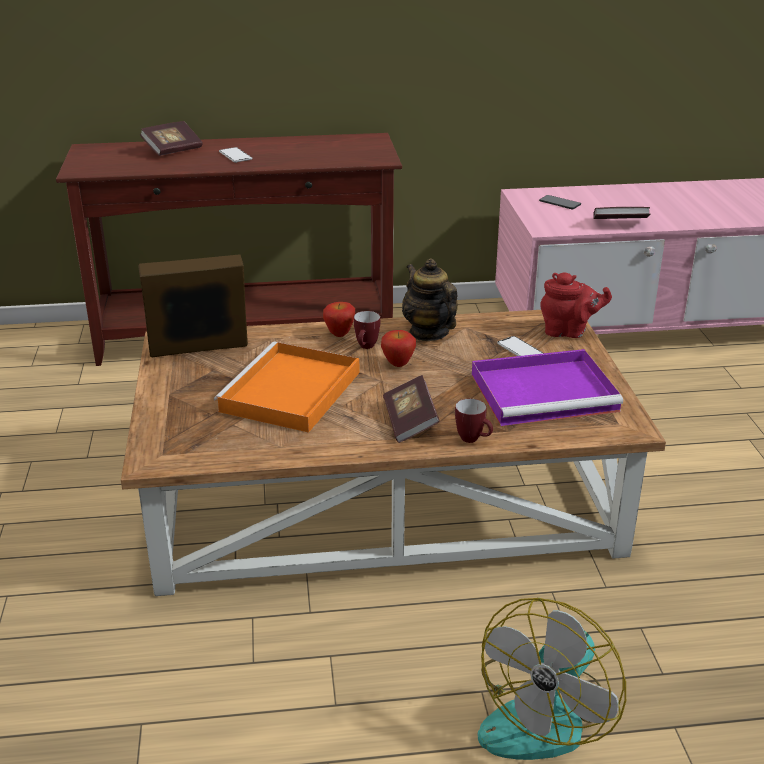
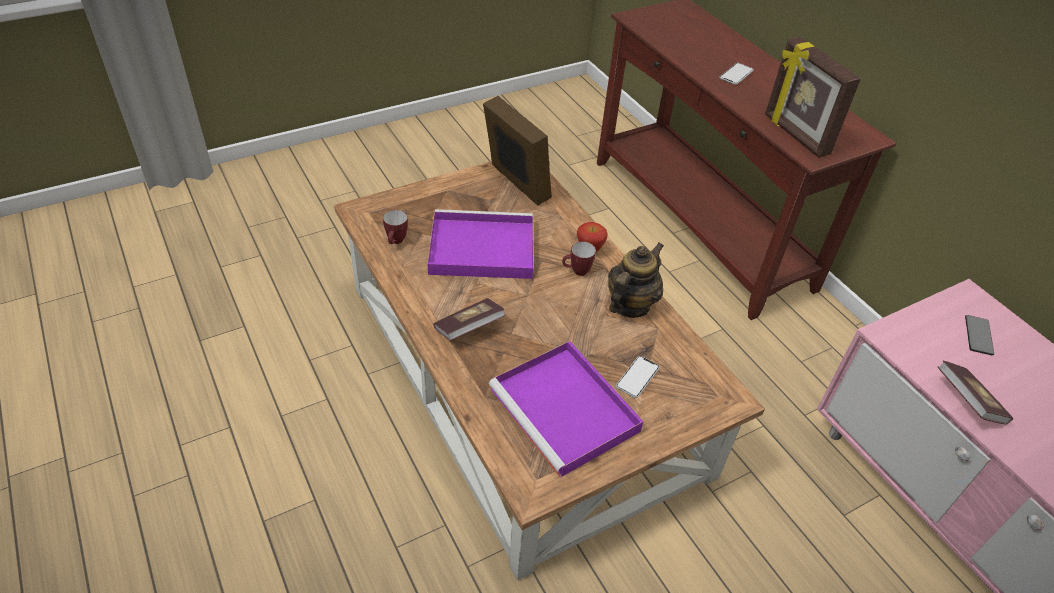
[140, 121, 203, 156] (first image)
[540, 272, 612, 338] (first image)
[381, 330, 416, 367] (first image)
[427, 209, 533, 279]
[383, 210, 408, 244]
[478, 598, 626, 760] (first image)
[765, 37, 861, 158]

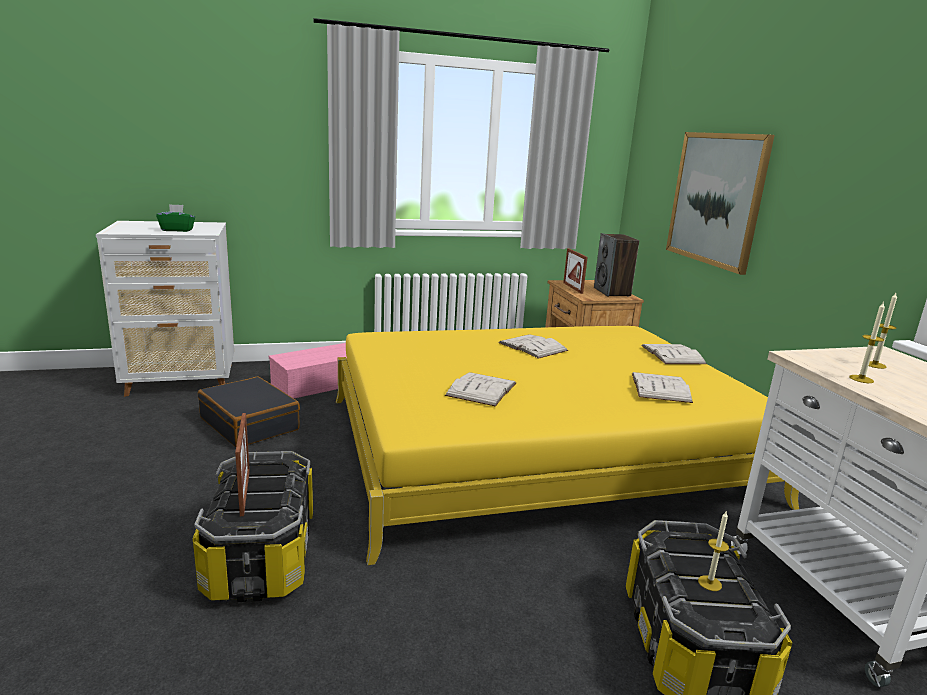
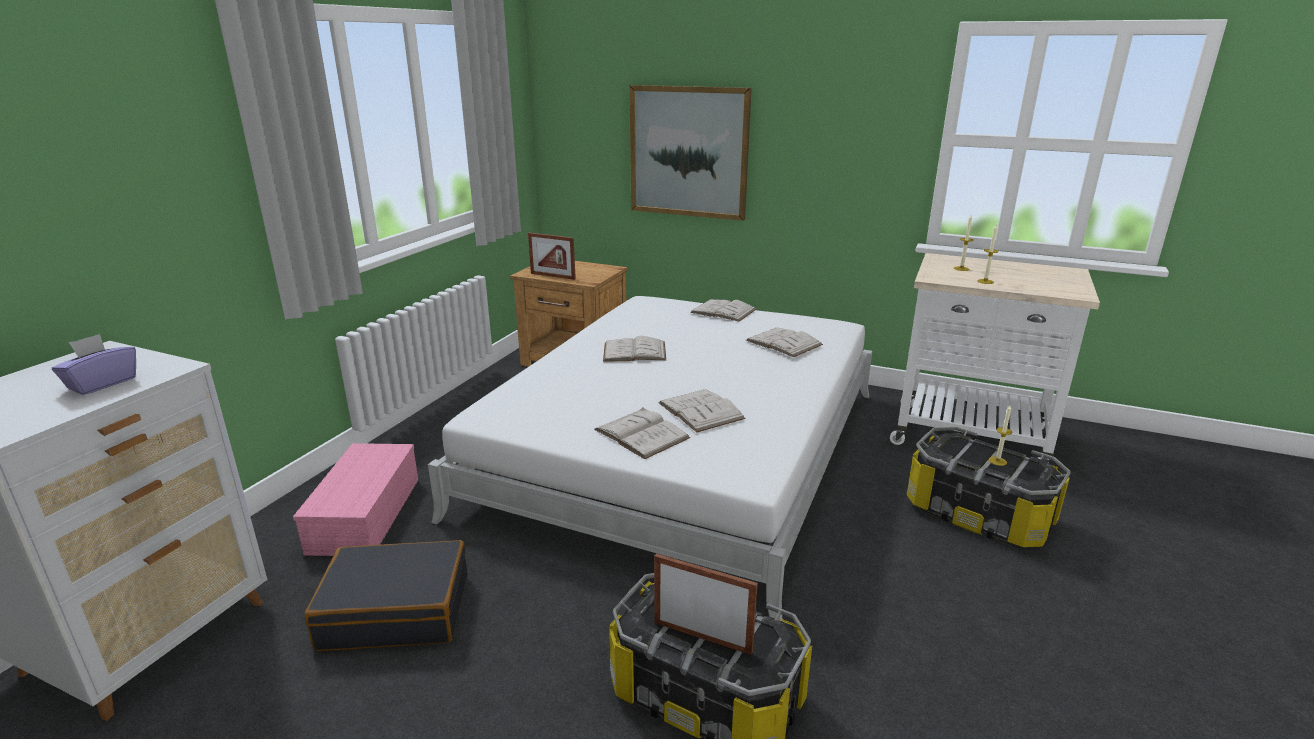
[52, 334, 136, 395]
[594, 233, 639, 296] (first image)
[428, 296, 872, 621]
[594, 407, 690, 459]

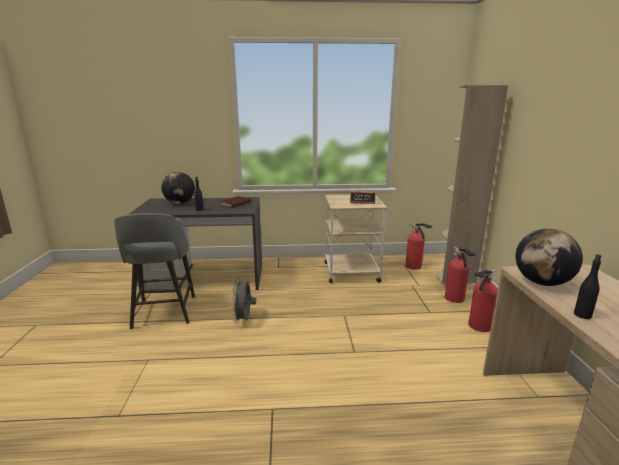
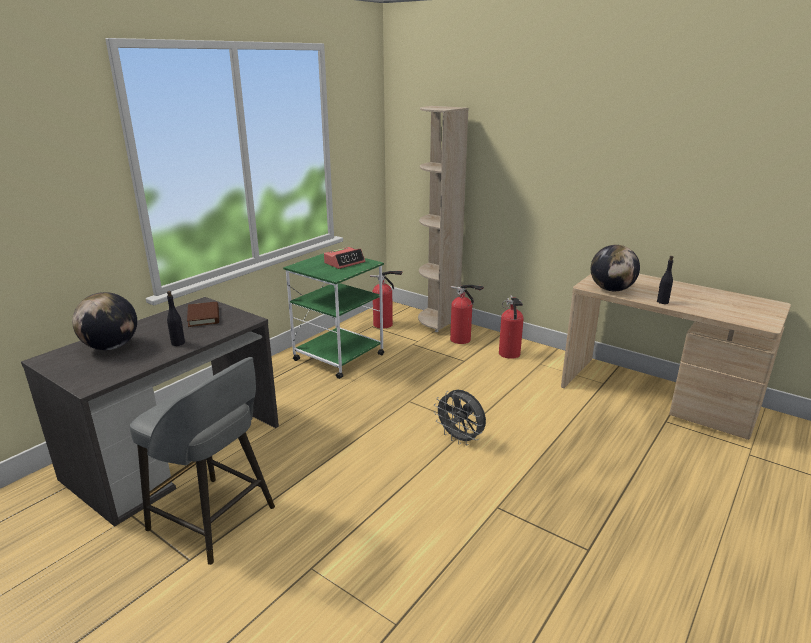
[283, 250, 384, 379]
[434, 390, 486, 446]

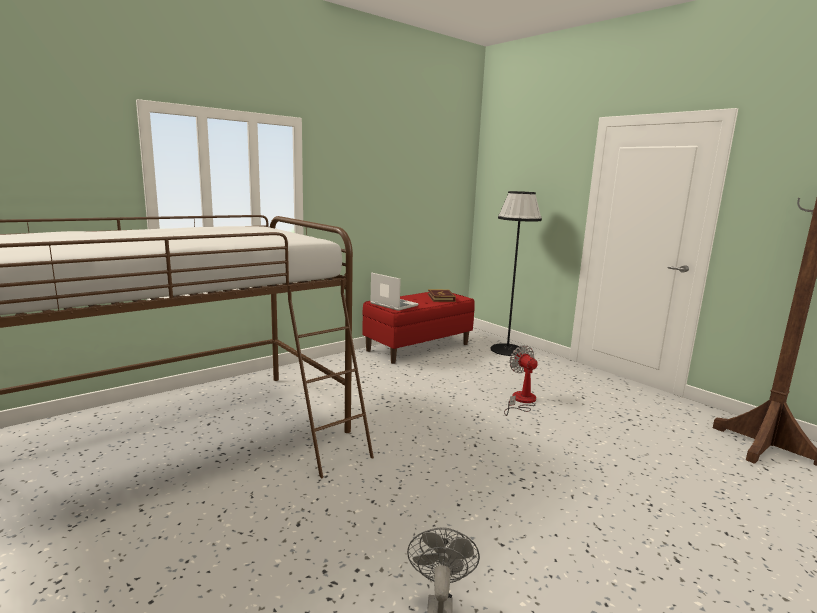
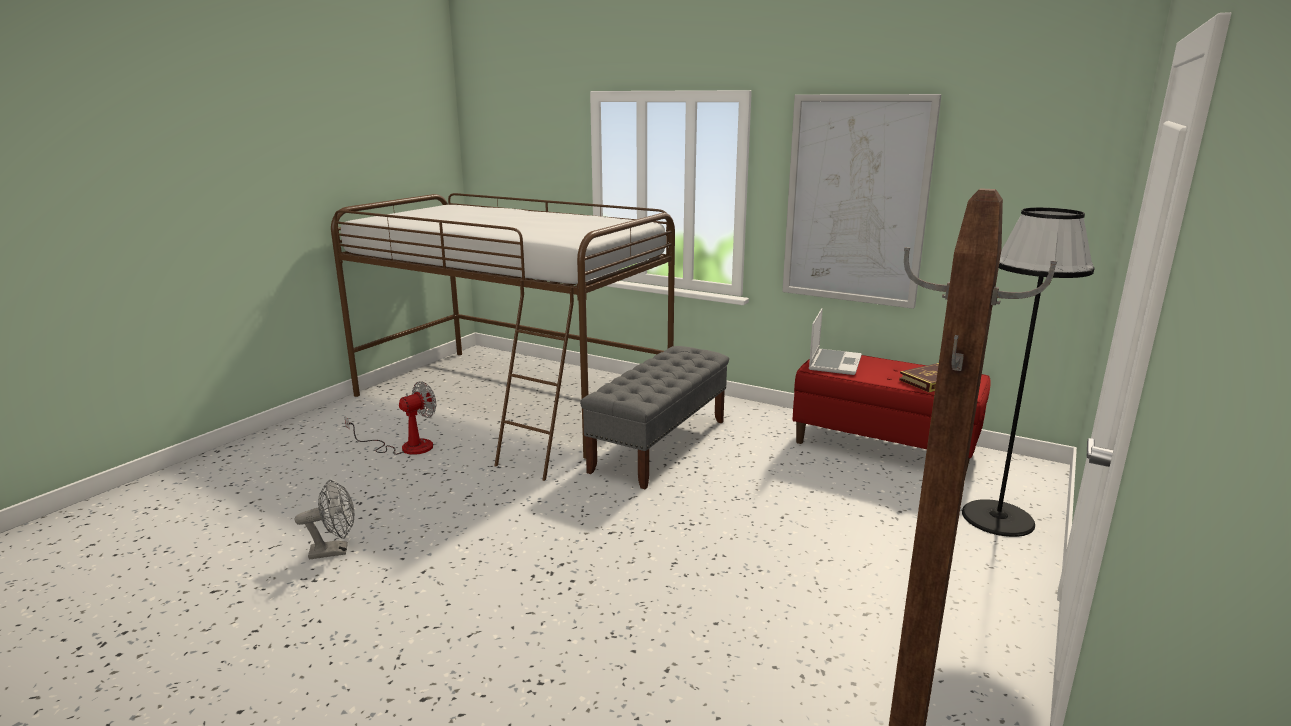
[344, 381, 436, 455]
[782, 94, 941, 309]
[580, 346, 729, 489]

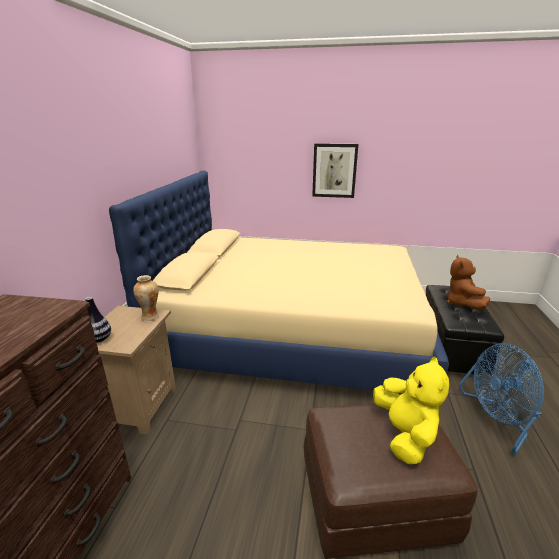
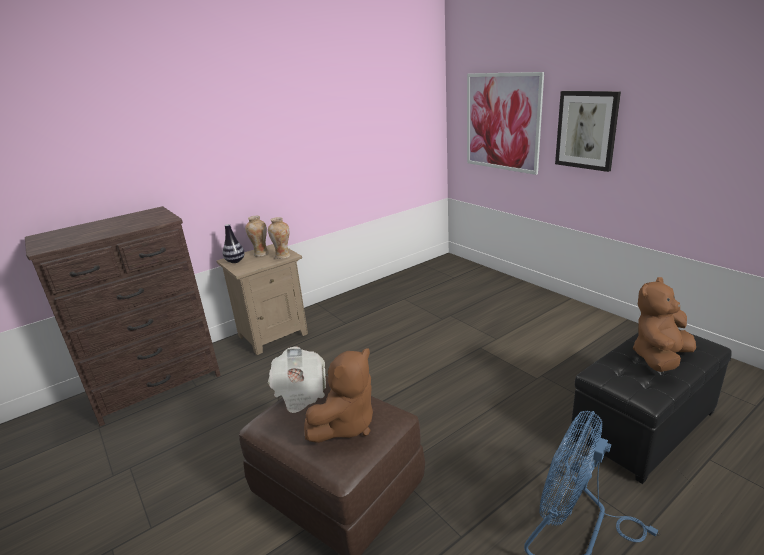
[109, 171, 449, 394] (first image)
[304, 348, 373, 443]
[467, 72, 544, 175]
[245, 216, 269, 257]
[268, 346, 326, 413]

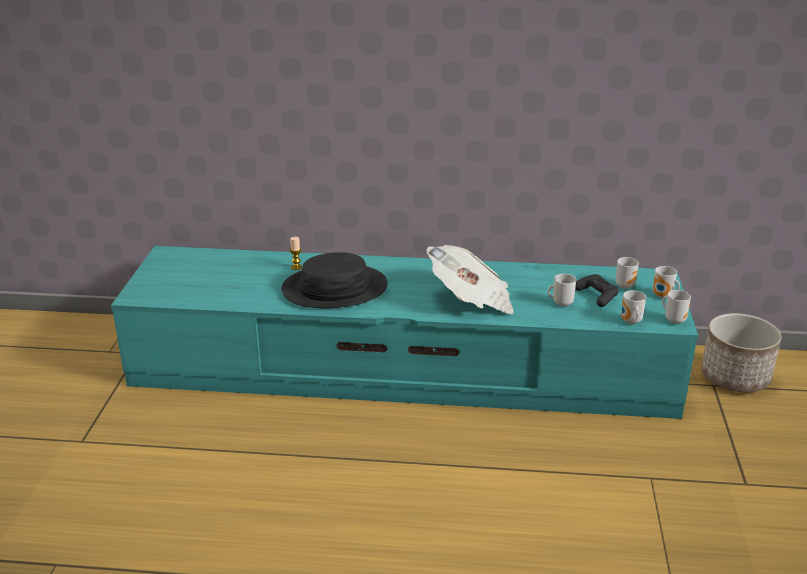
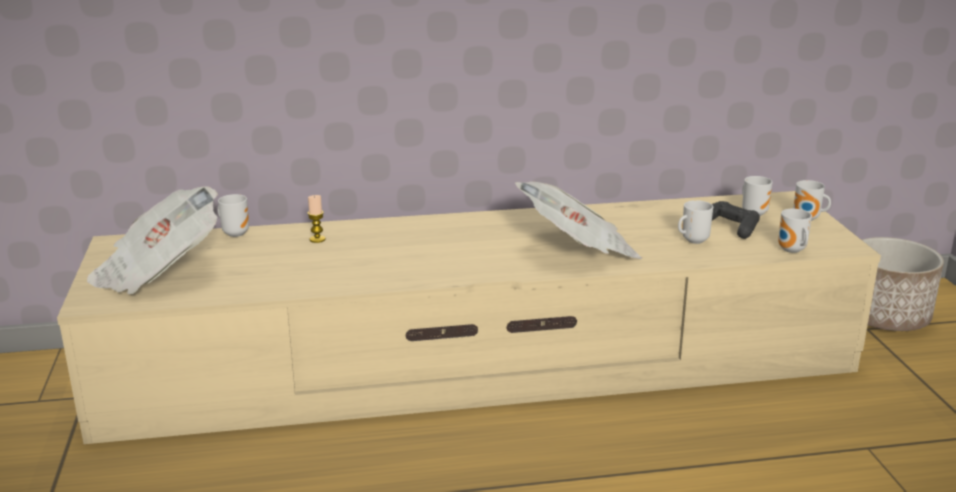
[57, 191, 881, 444]
[282, 252, 388, 309] (first image)
[218, 194, 249, 237]
[87, 186, 218, 294]

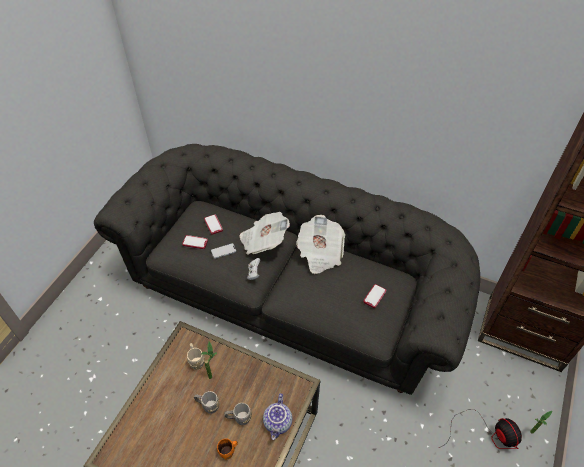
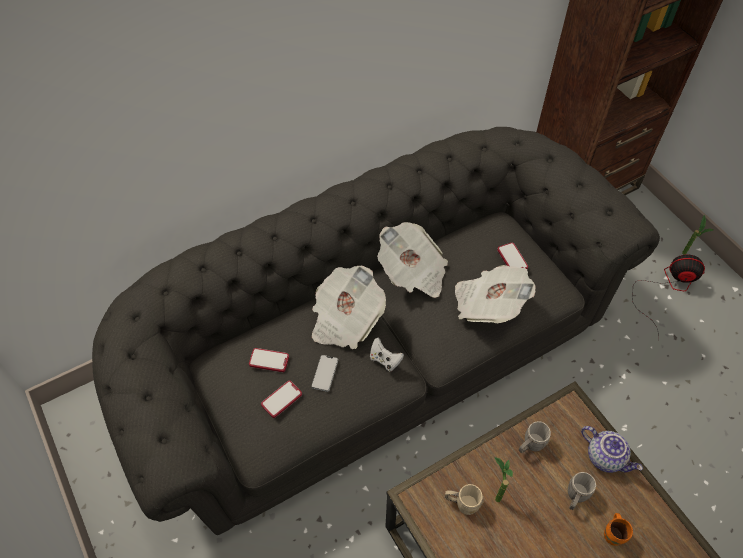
[519, 421, 551, 453]
[455, 265, 536, 323]

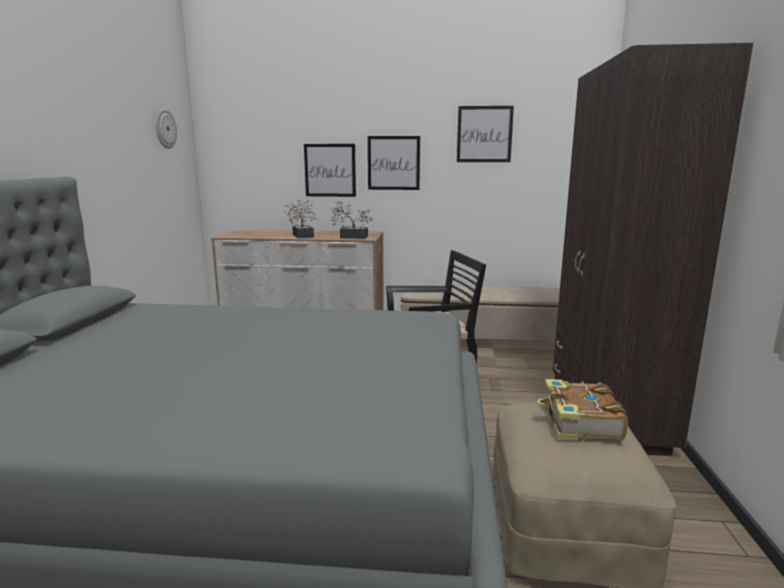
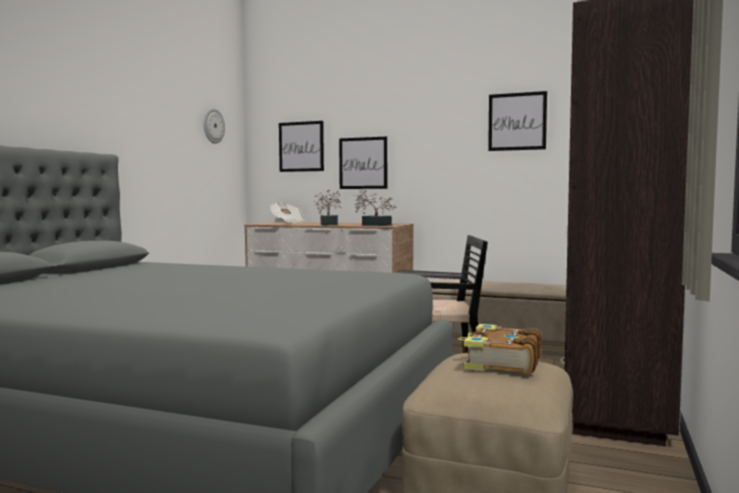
[279, 121, 324, 172]
[270, 202, 304, 223]

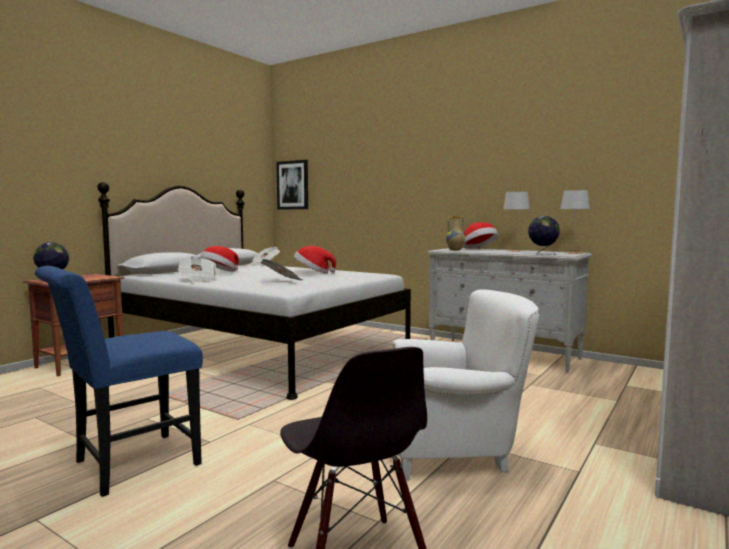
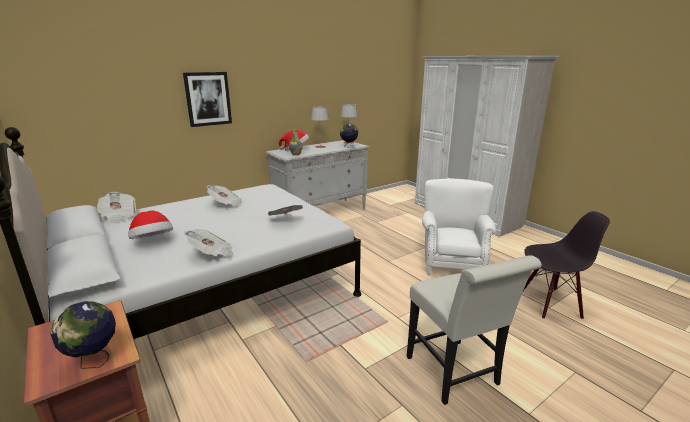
[183, 72, 232, 127]
[206, 185, 241, 207]
[407, 255, 542, 405]

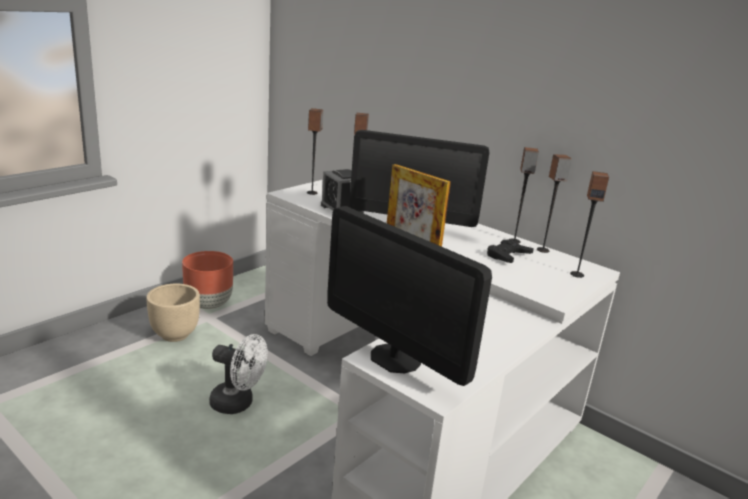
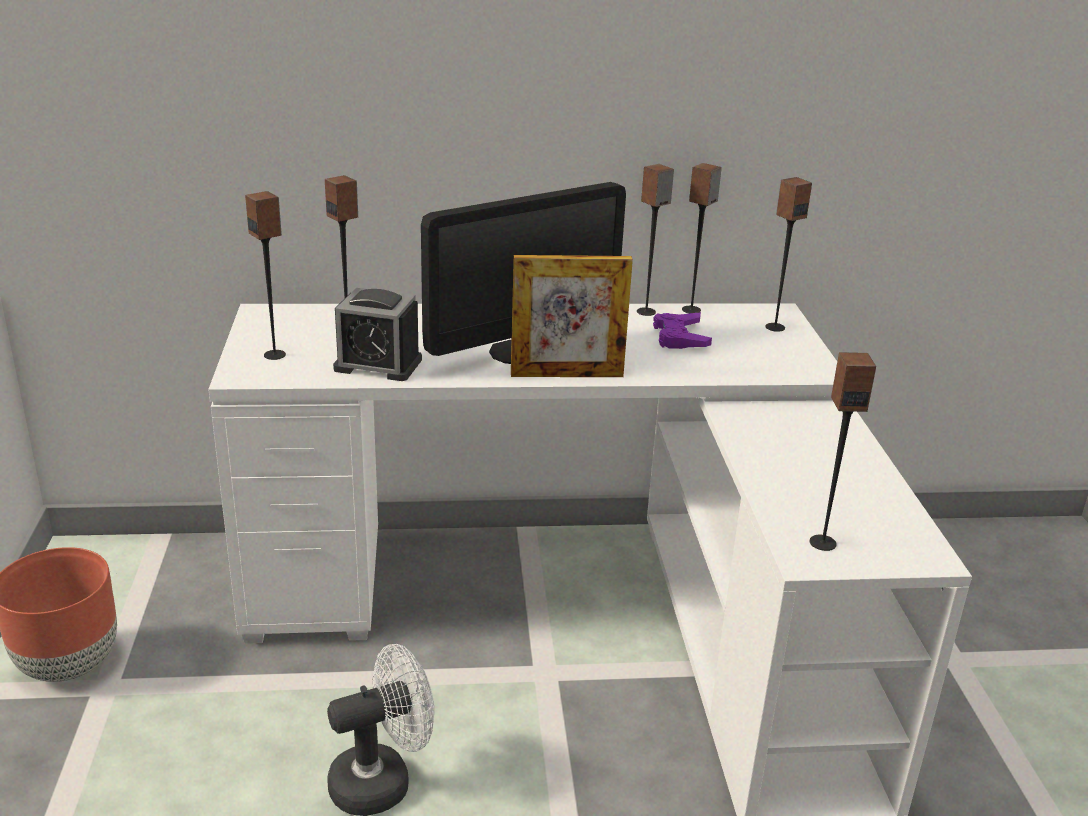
[810, 352, 876, 551]
[653, 312, 712, 349]
[146, 284, 200, 342] (first image)

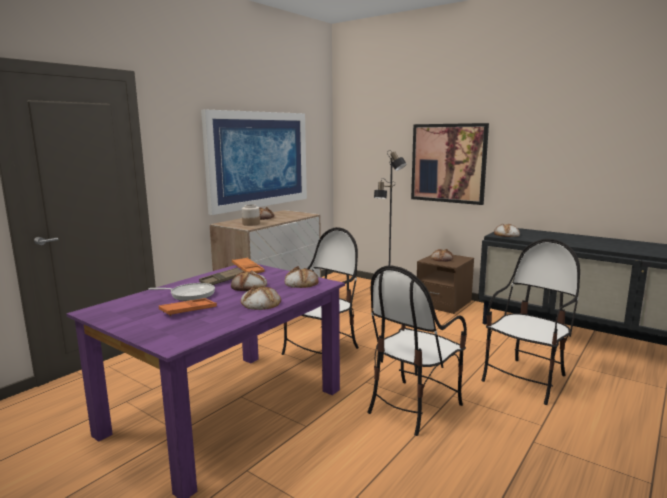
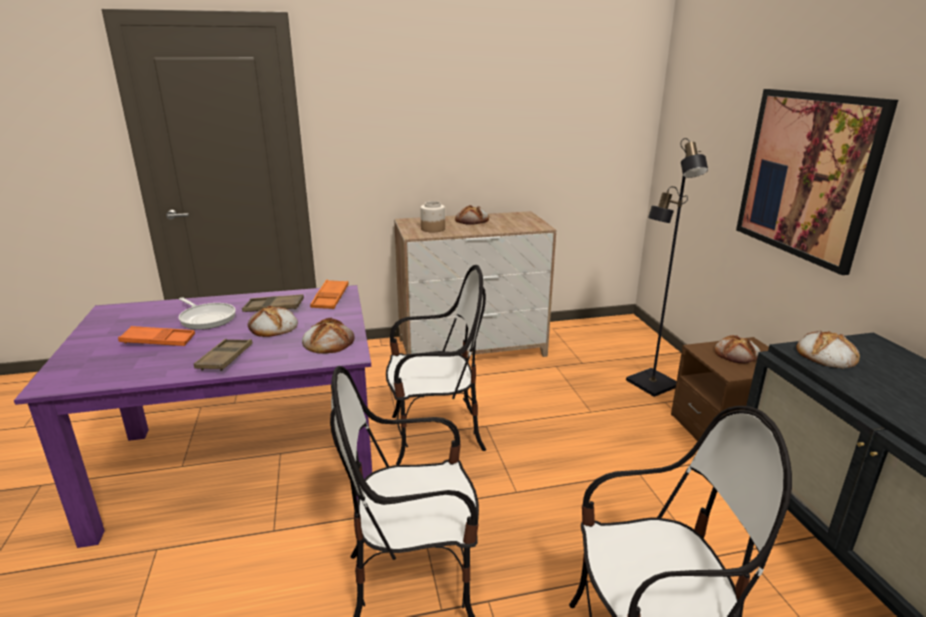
[201, 110, 307, 215] (first image)
[194, 339, 253, 371]

